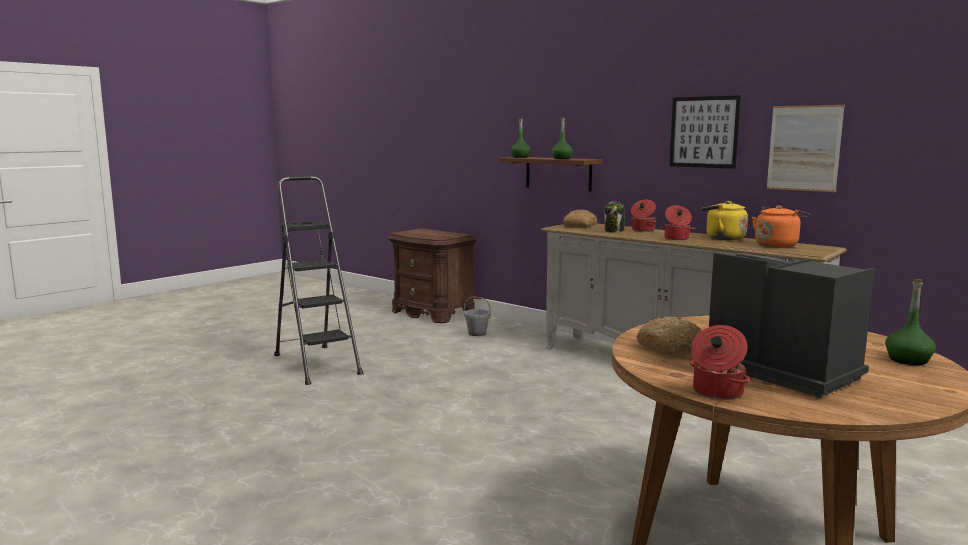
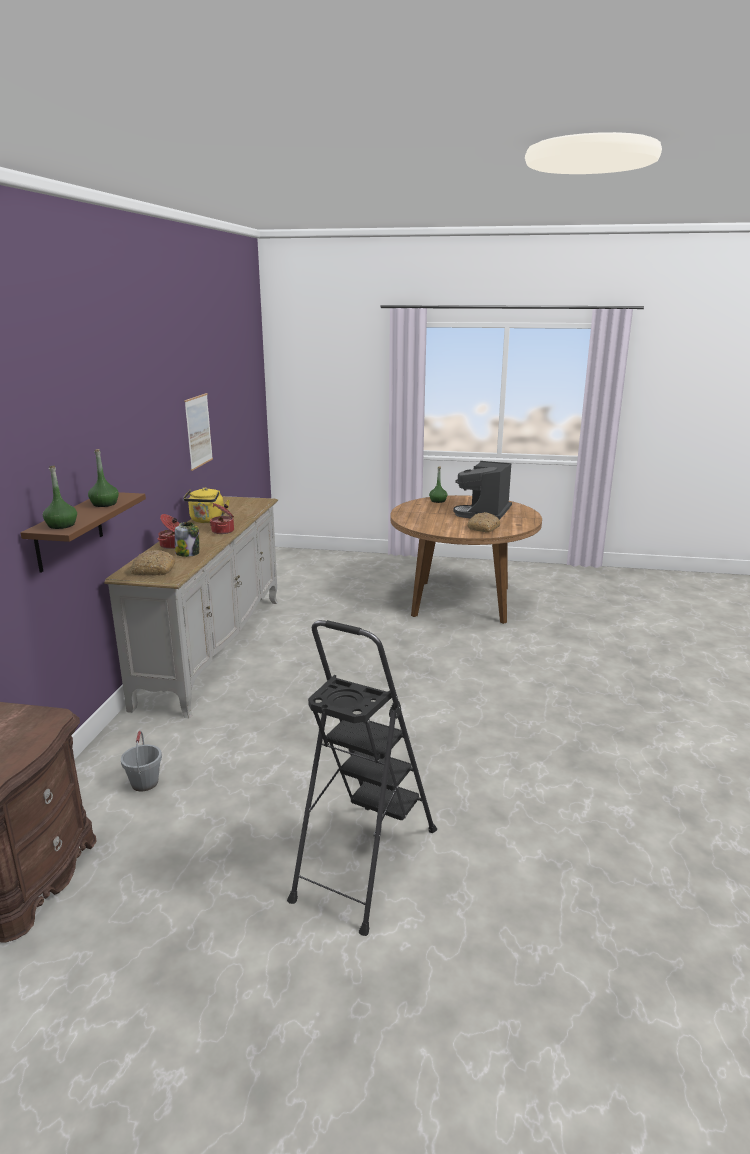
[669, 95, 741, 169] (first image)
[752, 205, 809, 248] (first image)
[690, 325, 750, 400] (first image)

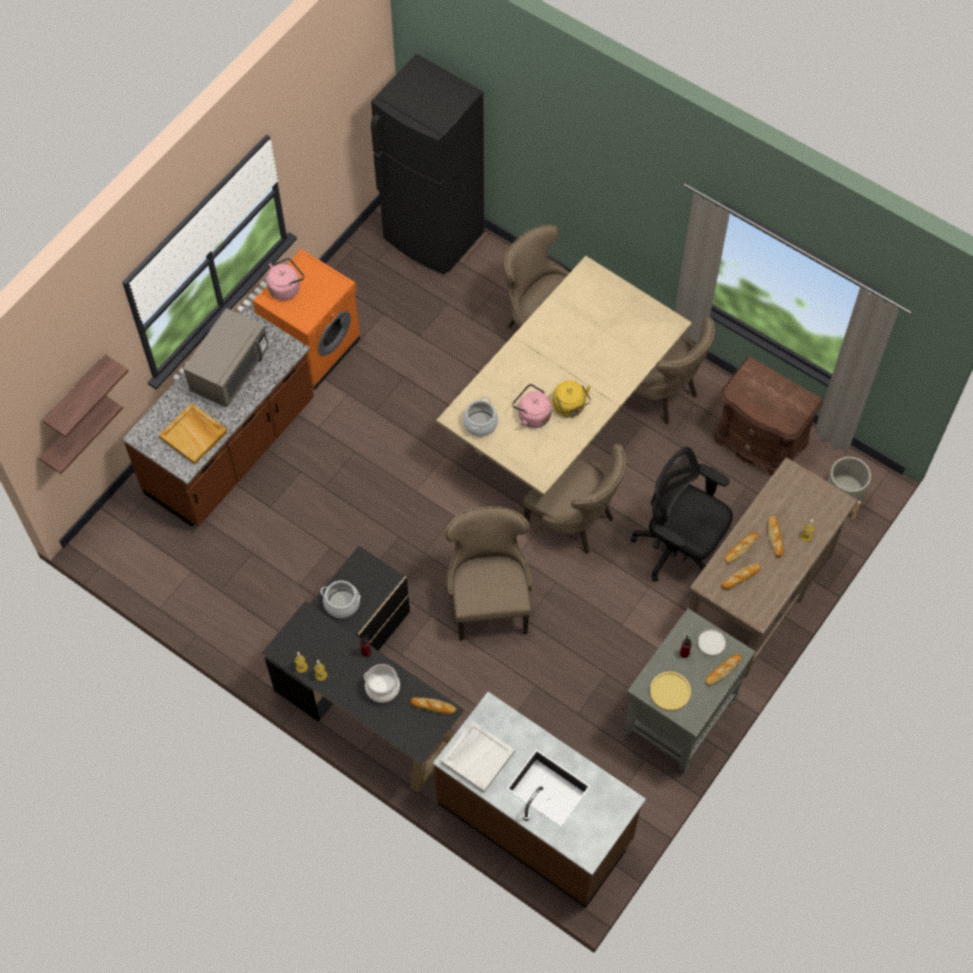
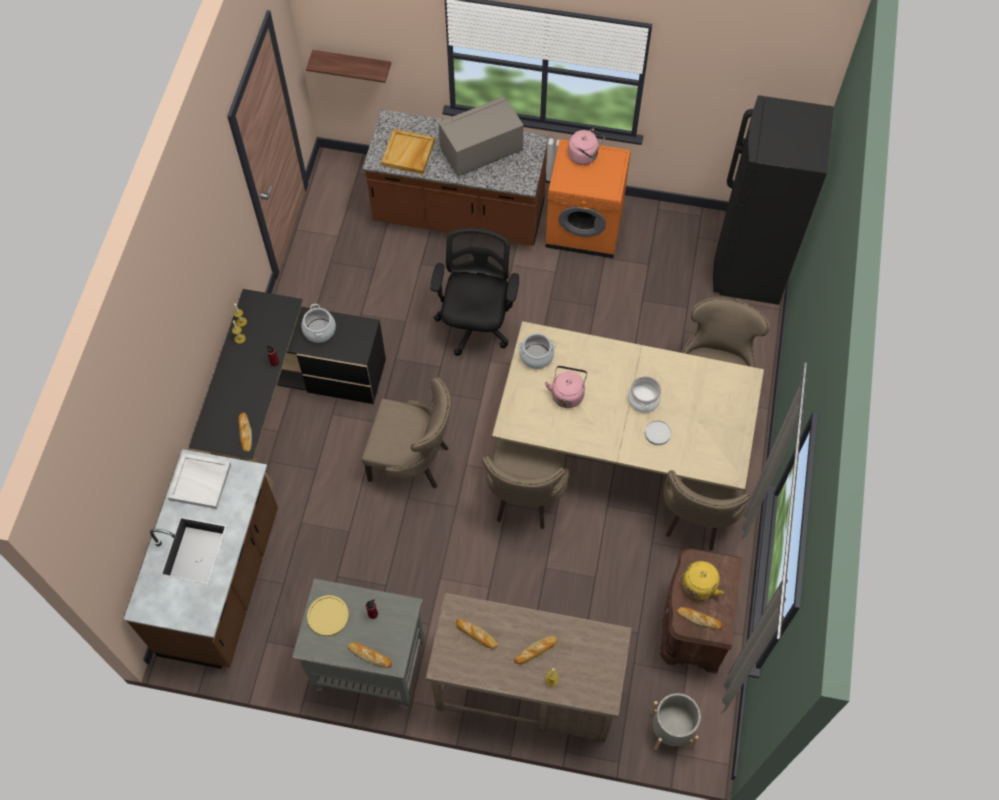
[438, 97, 524, 177]
[42, 355, 128, 437] (first image)
[679, 561, 724, 600]
[431, 228, 519, 356]
[362, 377, 451, 489]
[677, 607, 723, 629]
[645, 420, 671, 445]
[628, 376, 661, 413]

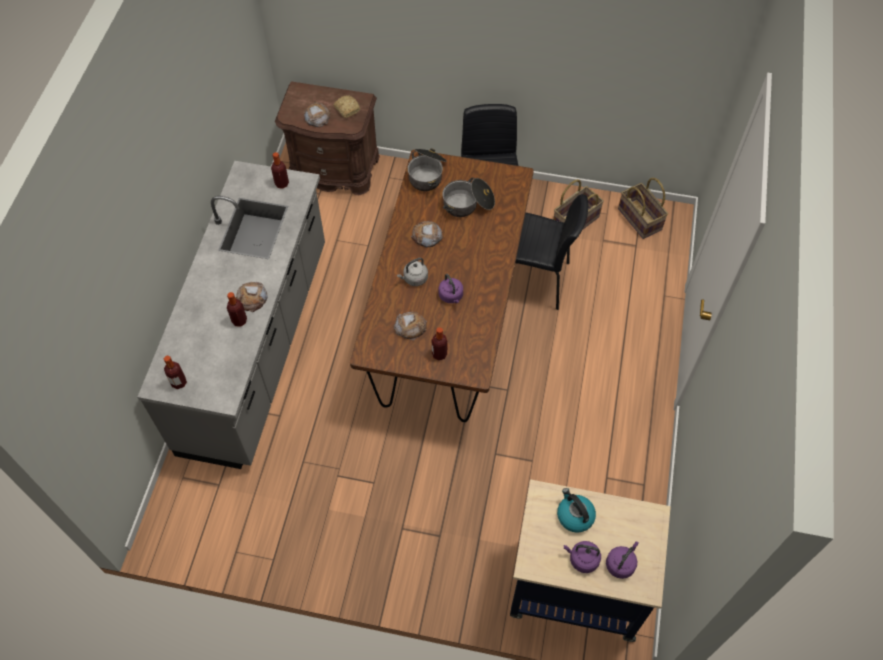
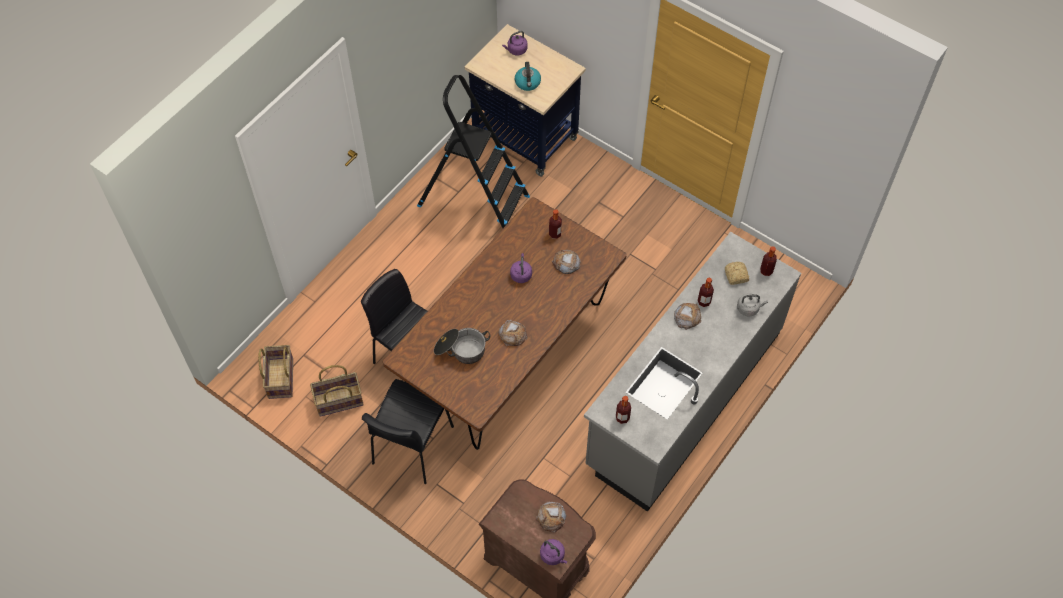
[725, 262, 750, 285]
[407, 148, 447, 191] (first image)
[737, 293, 768, 317]
[540, 539, 567, 565]
[417, 75, 530, 228]

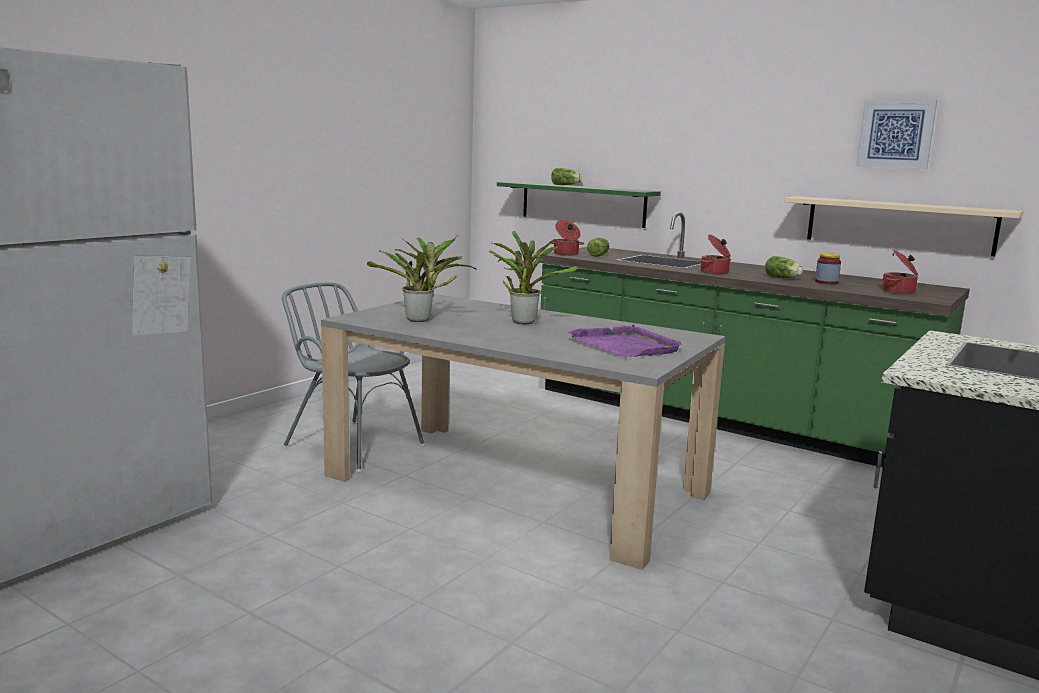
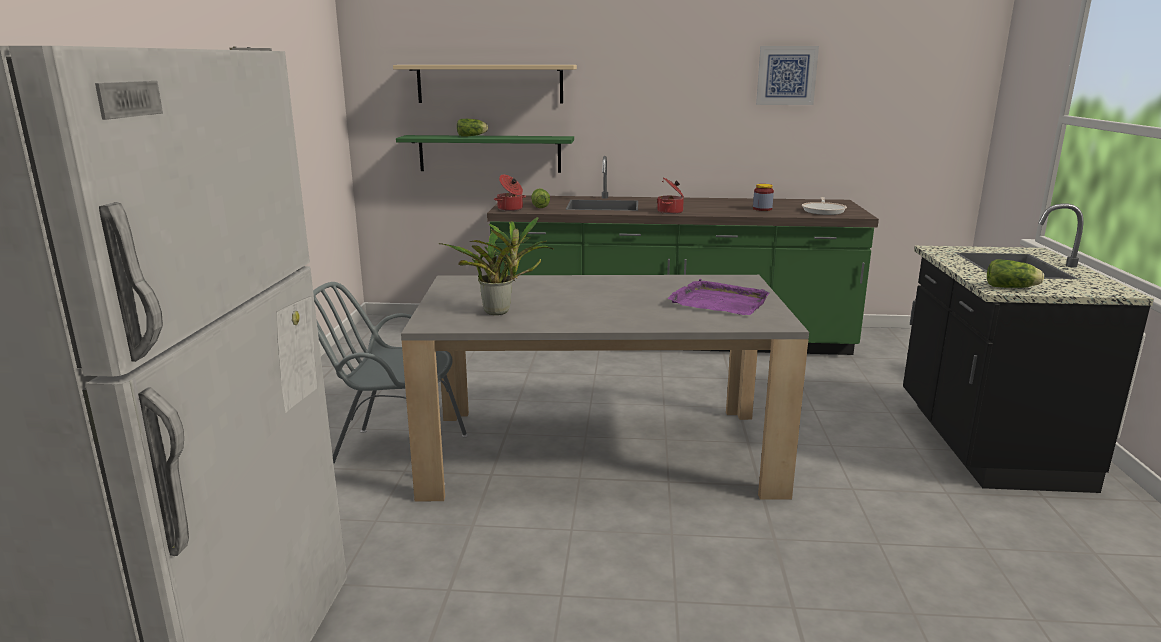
[393, 65, 577, 104]
[489, 231, 577, 324] (first image)
[802, 197, 847, 215]
[987, 259, 1044, 288]

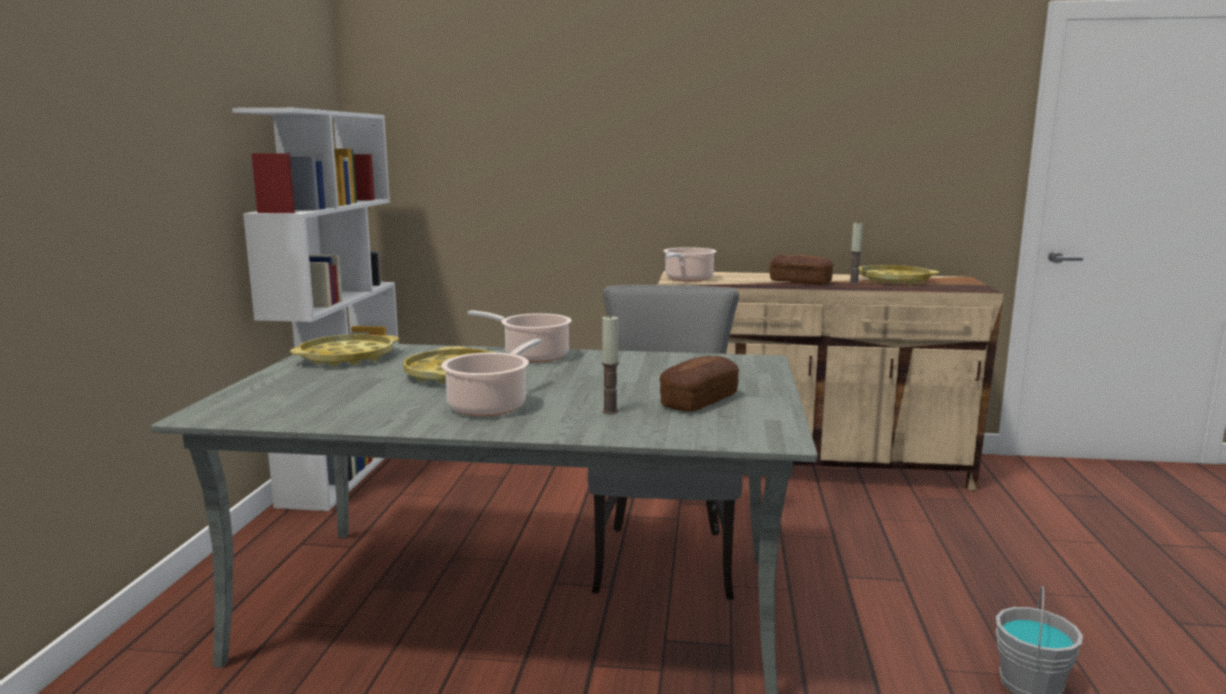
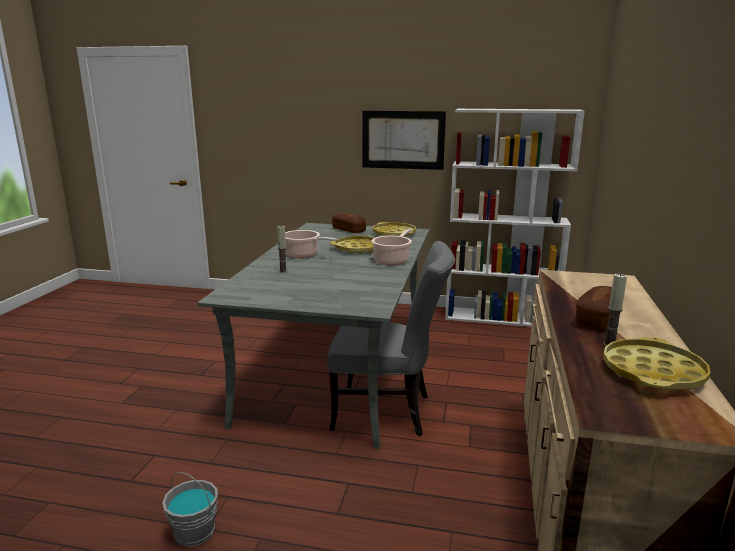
[663, 247, 716, 282] (first image)
[332, 213, 366, 233]
[362, 111, 446, 170]

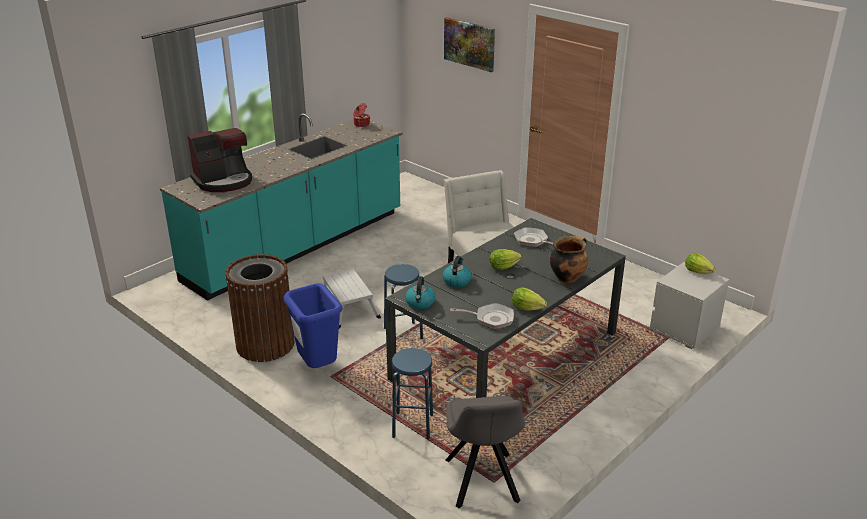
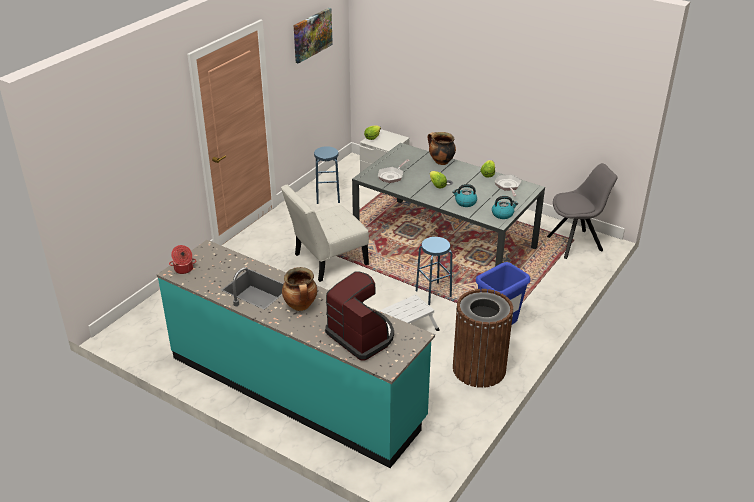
[294, 8, 333, 64]
[314, 146, 340, 204]
[282, 267, 317, 311]

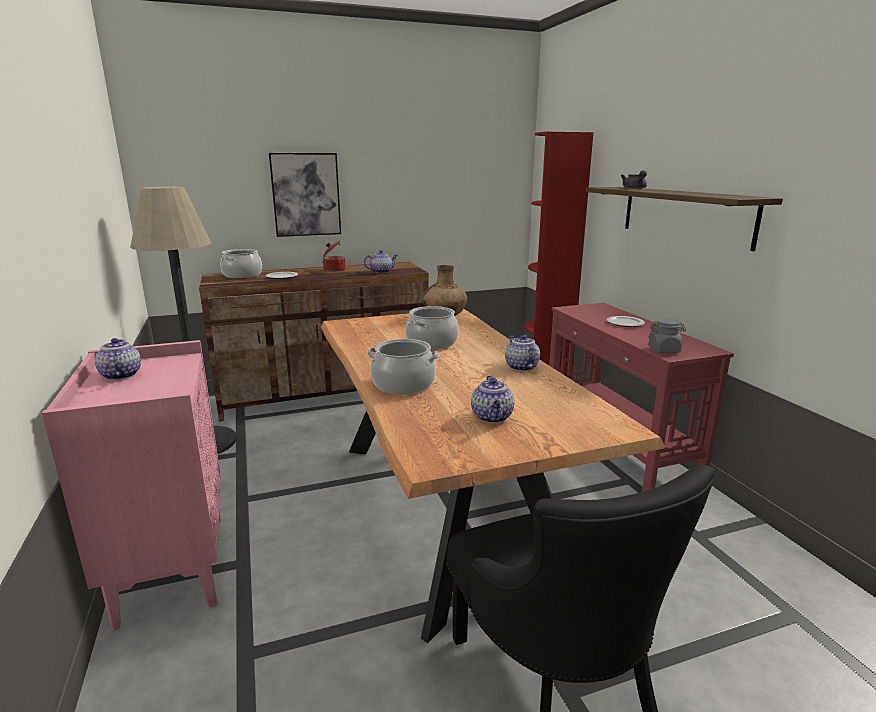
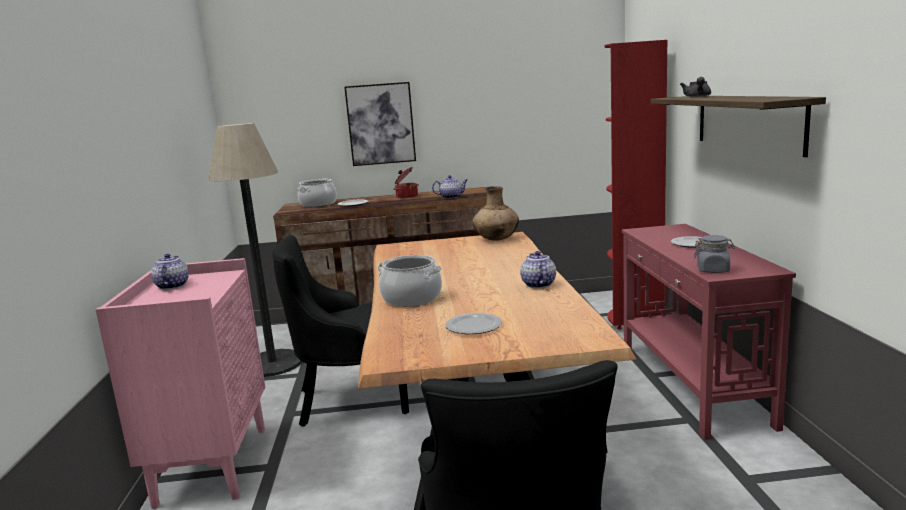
[406, 306, 459, 350] (first image)
[445, 313, 502, 334]
[272, 235, 409, 427]

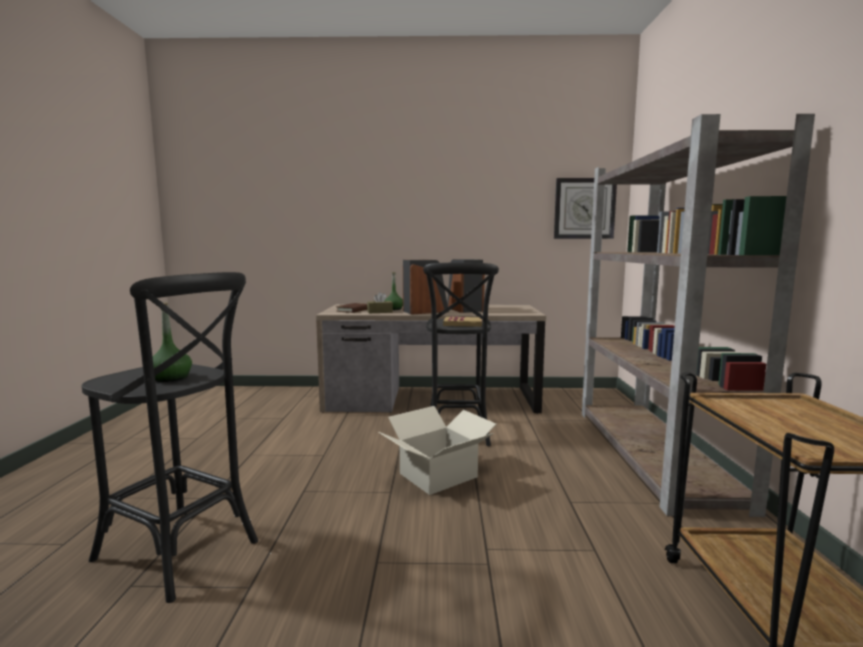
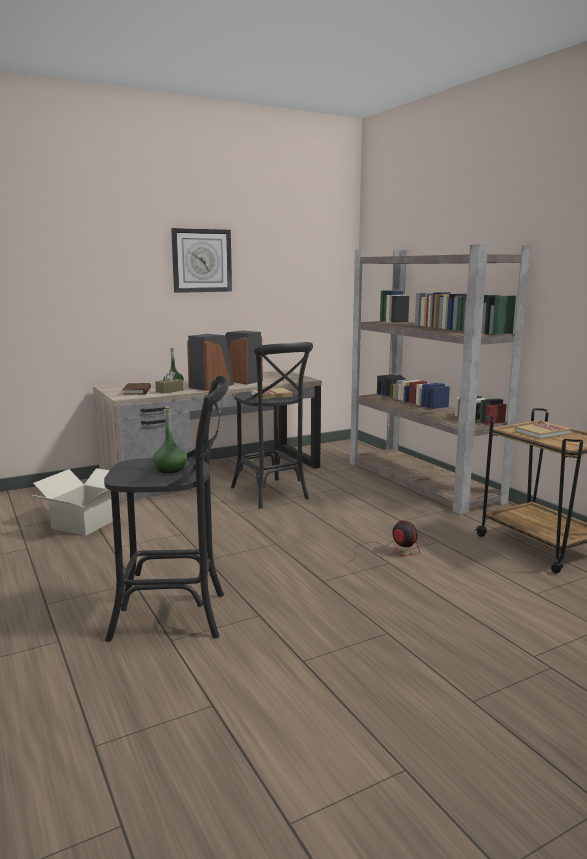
[171, 228, 232, 293]
[33, 468, 113, 536]
[515, 422, 571, 439]
[347, 520, 420, 563]

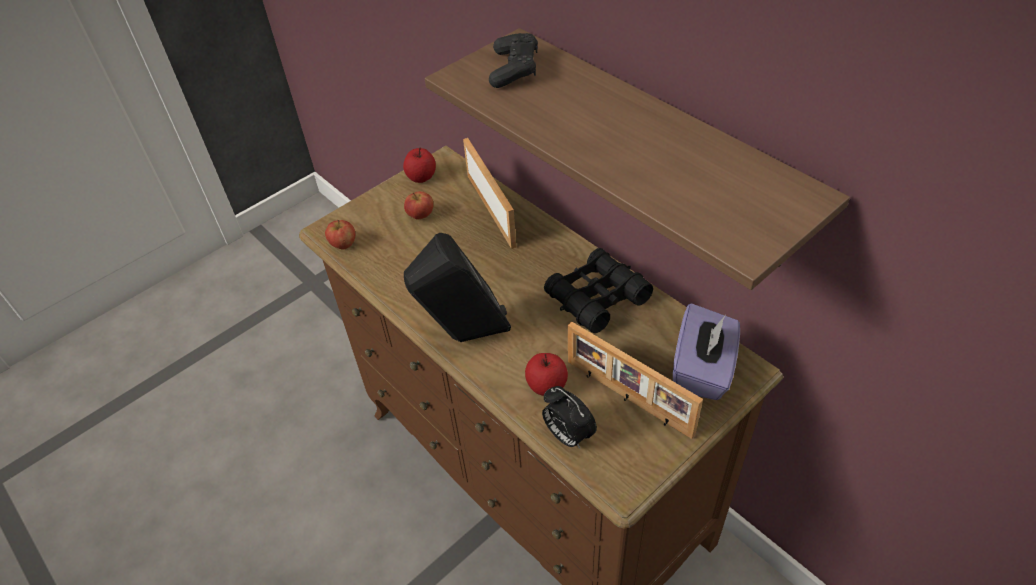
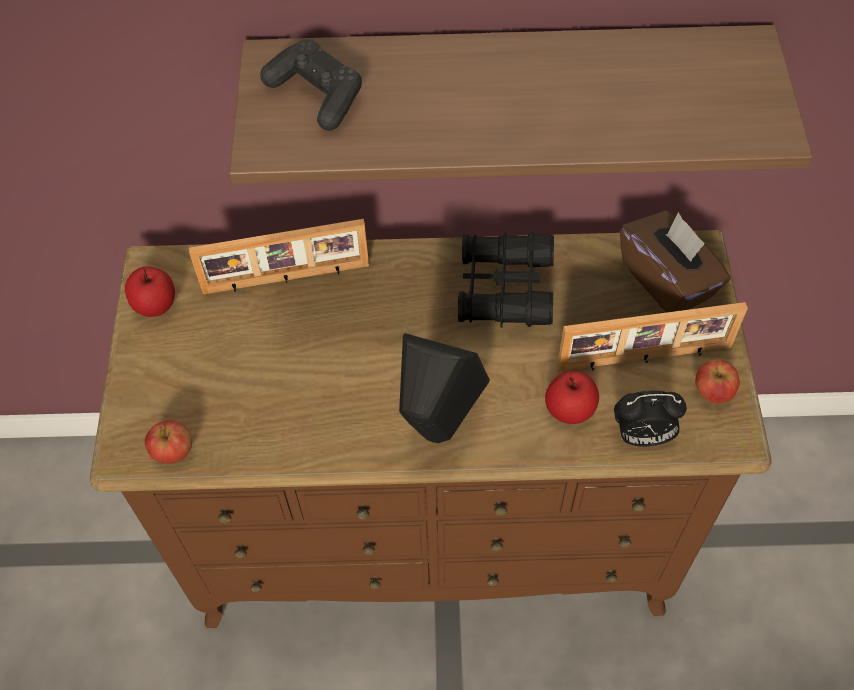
[189, 219, 369, 294]
[695, 359, 740, 403]
[620, 210, 731, 312]

